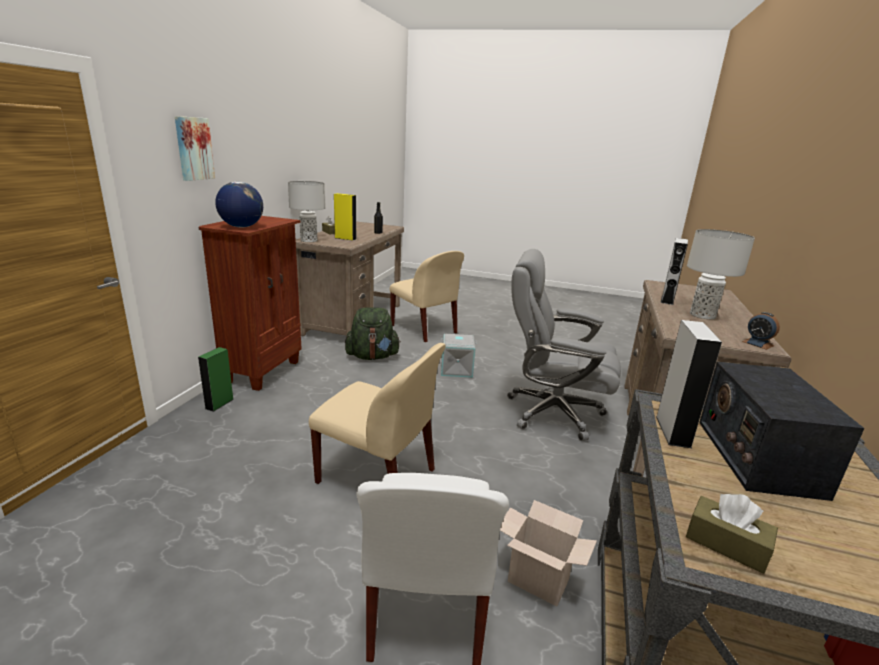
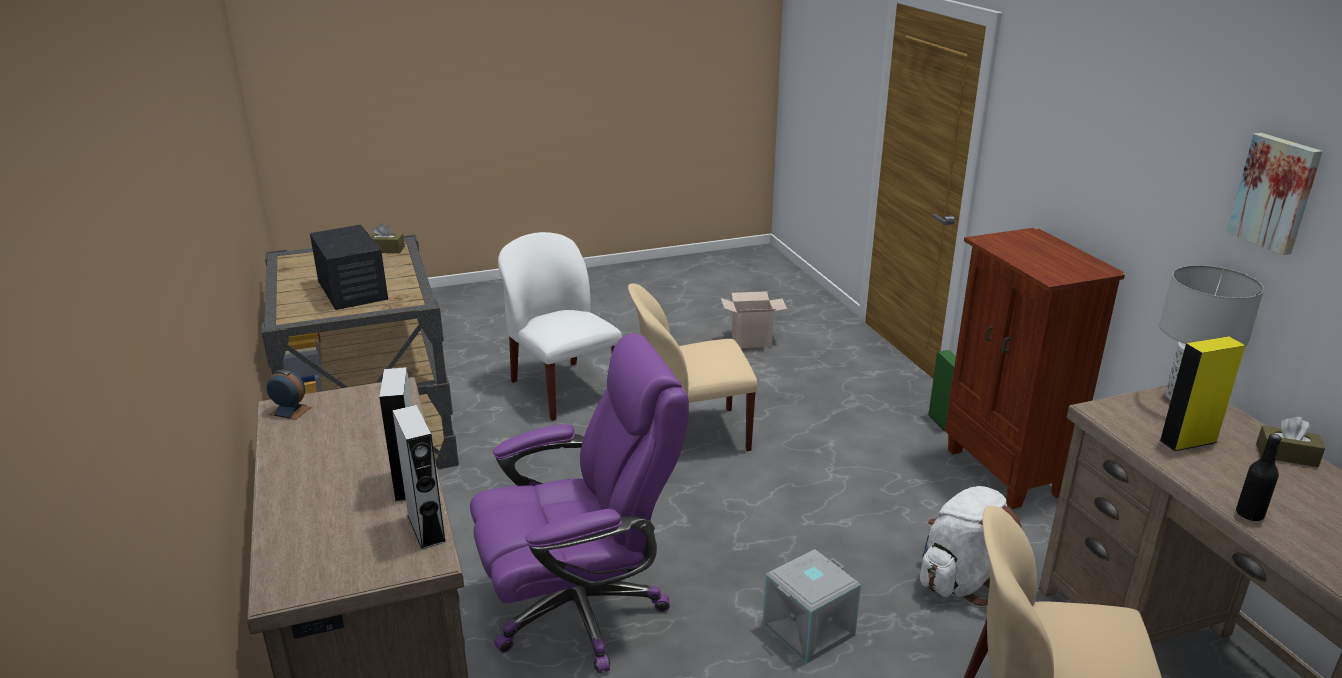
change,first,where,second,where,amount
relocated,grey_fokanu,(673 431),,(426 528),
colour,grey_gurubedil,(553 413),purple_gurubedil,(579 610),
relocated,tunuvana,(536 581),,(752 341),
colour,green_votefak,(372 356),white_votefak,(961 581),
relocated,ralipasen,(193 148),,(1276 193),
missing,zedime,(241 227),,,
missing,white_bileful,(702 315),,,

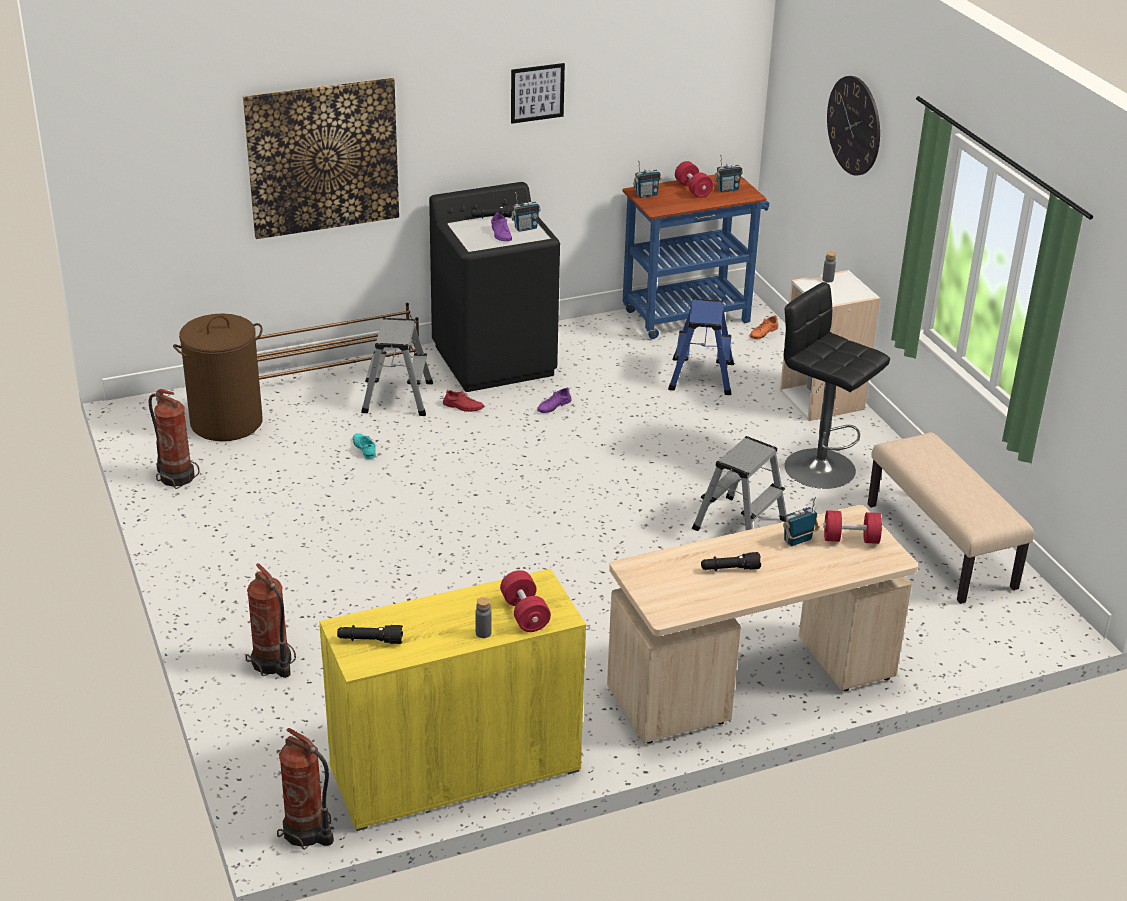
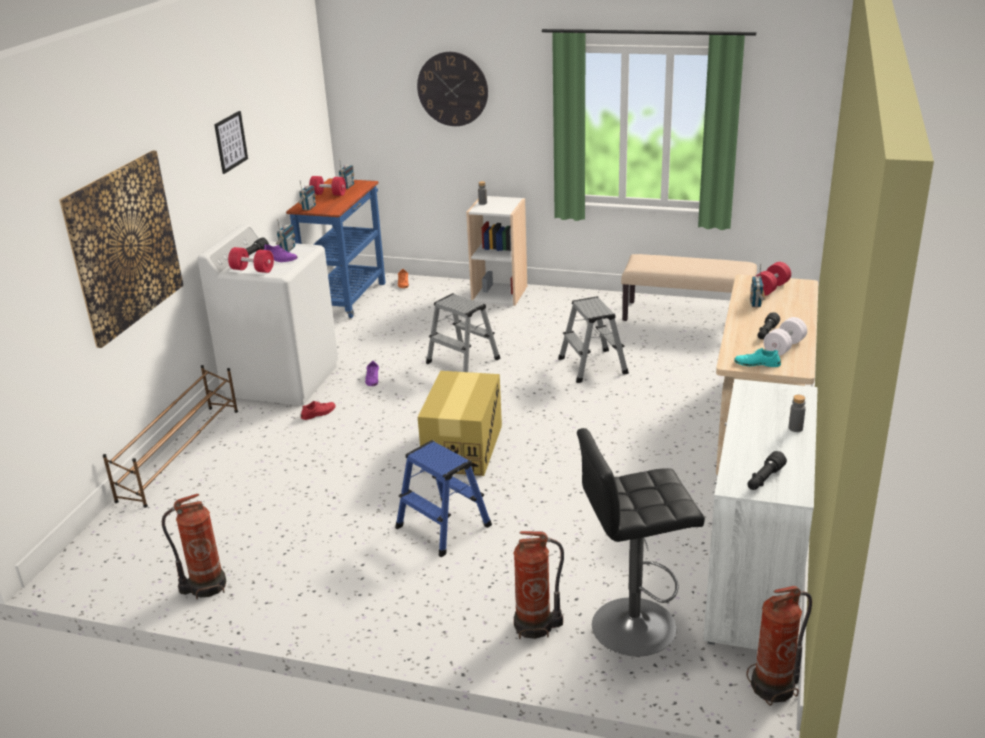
change,first,where,second,where,amount
colour,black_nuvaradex,(495 360),white_nuvaradex,(282 380),
relocated,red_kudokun,(525 614),,(252 270),
relocated,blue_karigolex,(701 376),,(443 526),
appeared,,,tunuvana,(463 448),
relocated,grey_karigolex,(397 397),,(463 361),
relocated,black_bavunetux,(819 468),,(632 626),
colour,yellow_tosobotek,(455 770),white_tosobotek,(754 579),
relocated,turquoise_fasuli,(364 448),,(757 363),
appeared,,,white_kudokun,(784 347),
missing,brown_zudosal,(226 422),,,

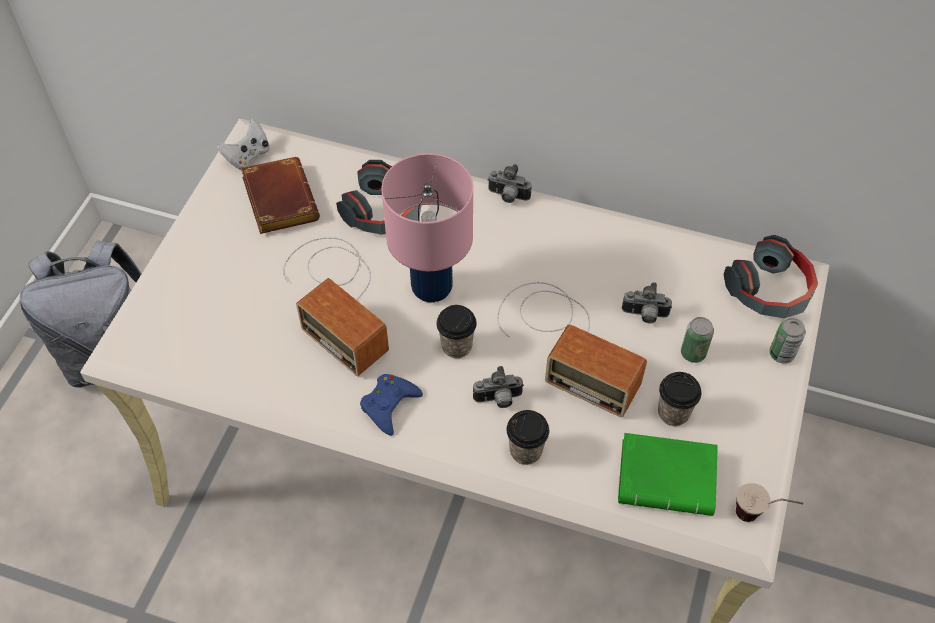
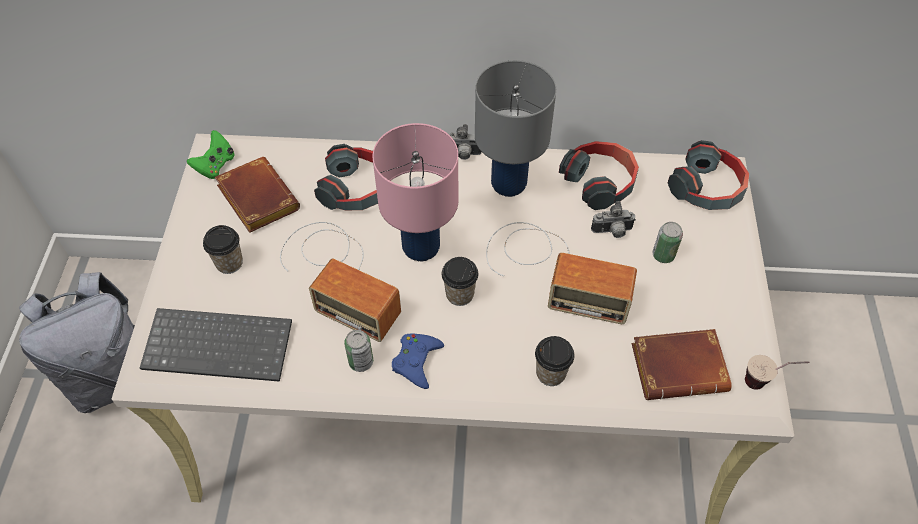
change,first,where,second,where,amount
appeared,,,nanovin,(221 344),
colour,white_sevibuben,(248 156),green_sevibuben,(215 165),
relocated,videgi,(673 413),,(229 263),
relocated,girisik,(781 354),,(361 362),
appeared,,,grey_bileful,(506 184),
appeared,,,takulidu,(600 182),
colour,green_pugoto,(669 476),brown_pugoto,(680 366),
missing,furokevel,(498 400),,,

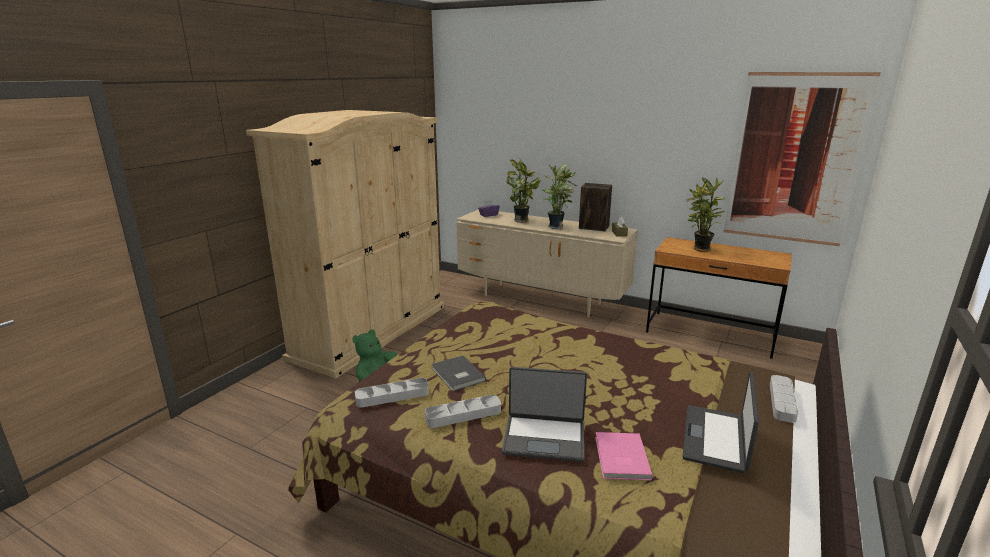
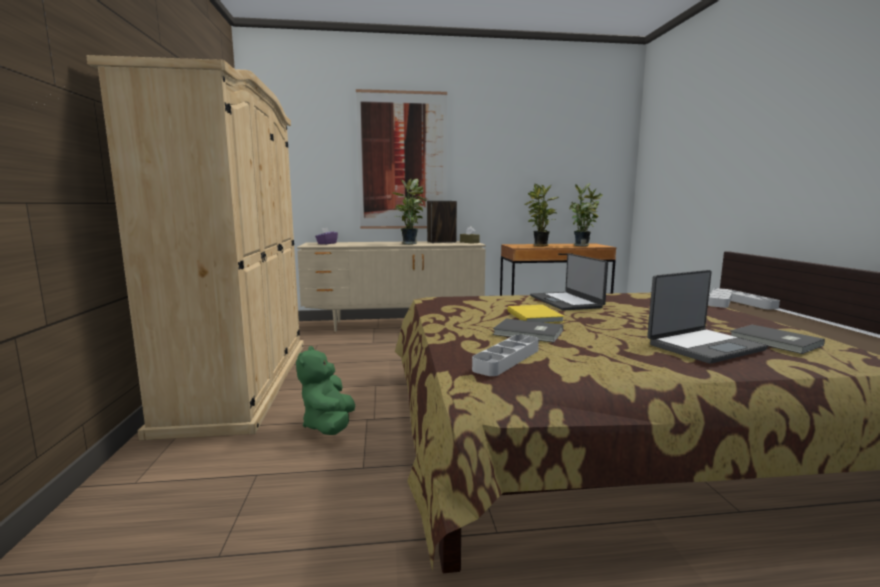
change,first,where,second,where,amount
relocated,ralipasen,(794 159),,(403 161),
appeared,,,yellow_pugoto,(535 316),
relocated,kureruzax,(716 438),,(566 301),
relocated,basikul,(522 221),,(583 245),
relocated,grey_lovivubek,(463 415),,(720 301),
colour,pink_pugoto,(620 458),grey_pugoto,(775 342),

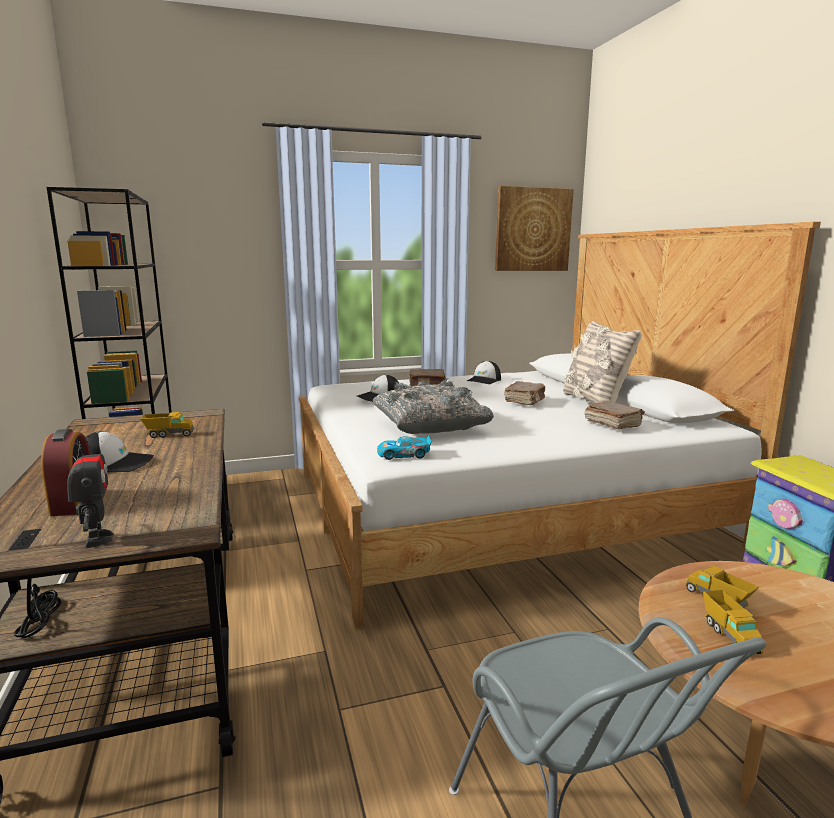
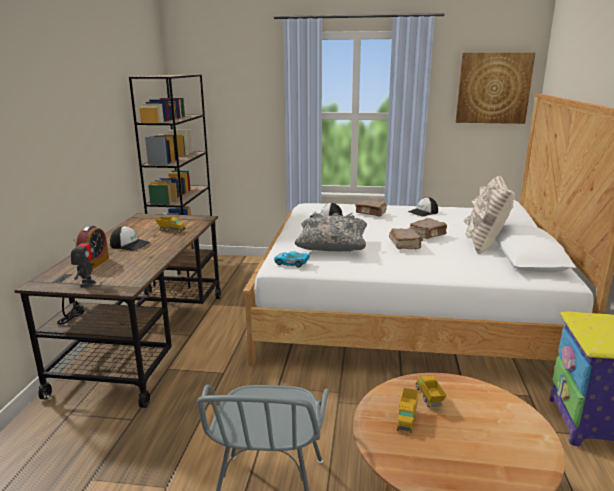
change,first,where,second,where,amount
relocated,brown_pugoto,(612 424),,(405 245),

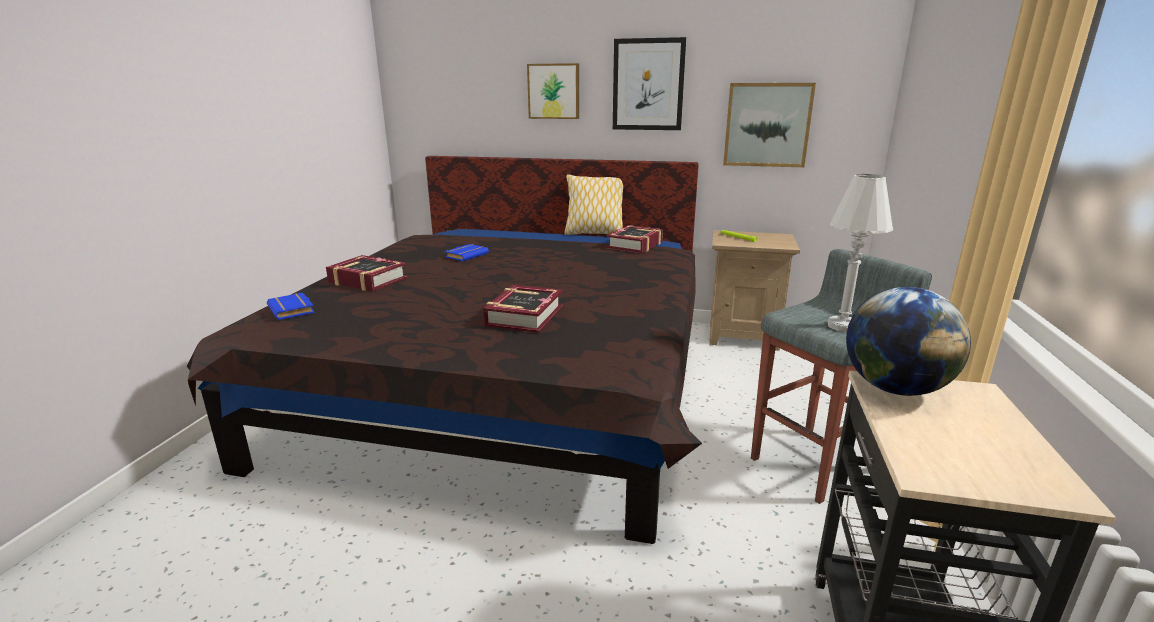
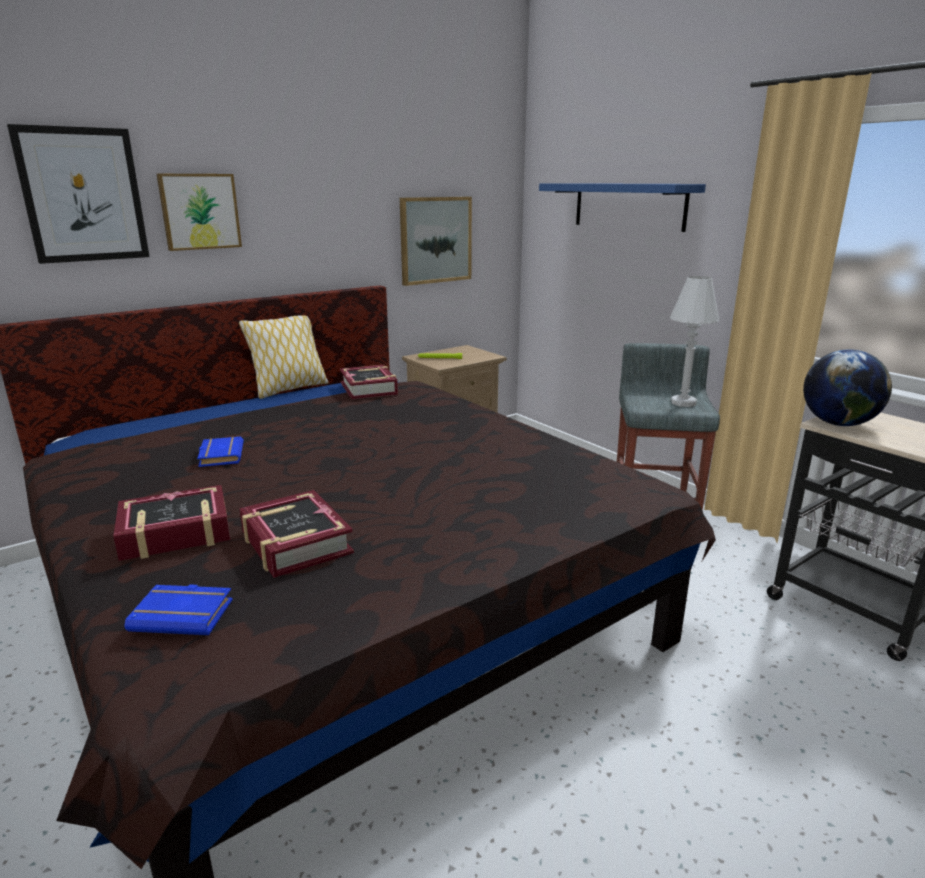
change,first,where,second,where,amount
relocated,ralipasen,(648 85),,(83 195),
relocated,pugoto,(524 316),,(295 542),
appeared,,,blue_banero,(628 206),

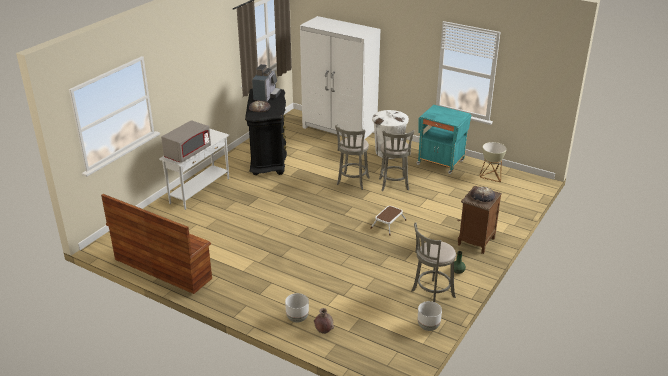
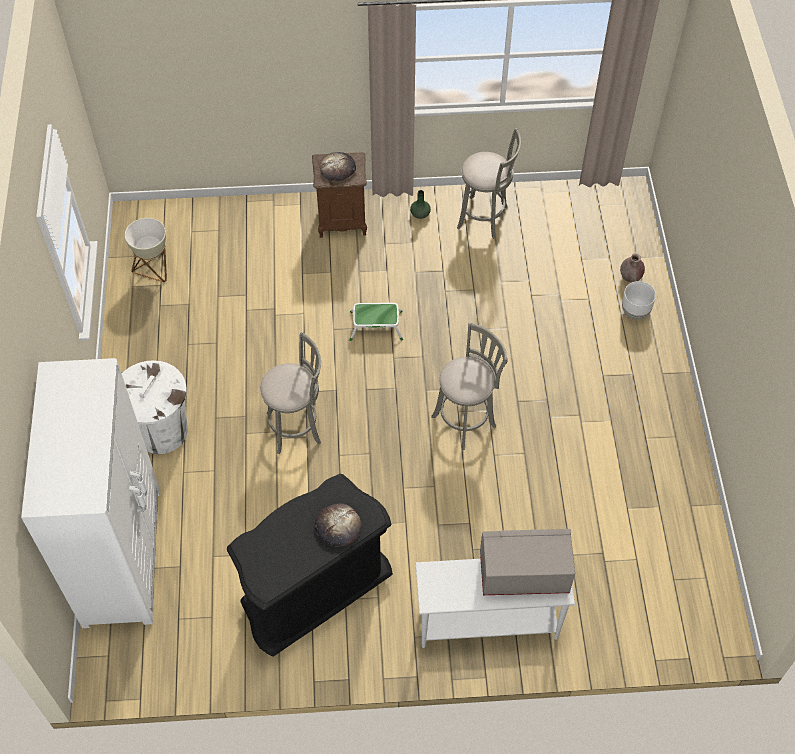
change,first,where,second,where,amount
colour,brown_karigolex,(388 224),green_karigolex,(376 326),
relocated,grey_bavunetux,(394 185),,(466 419),
missing,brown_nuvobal,(163 270),,,
missing,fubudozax,(266 96),,,
missing,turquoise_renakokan,(441 163),,,
missing,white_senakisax,(428 327),,,

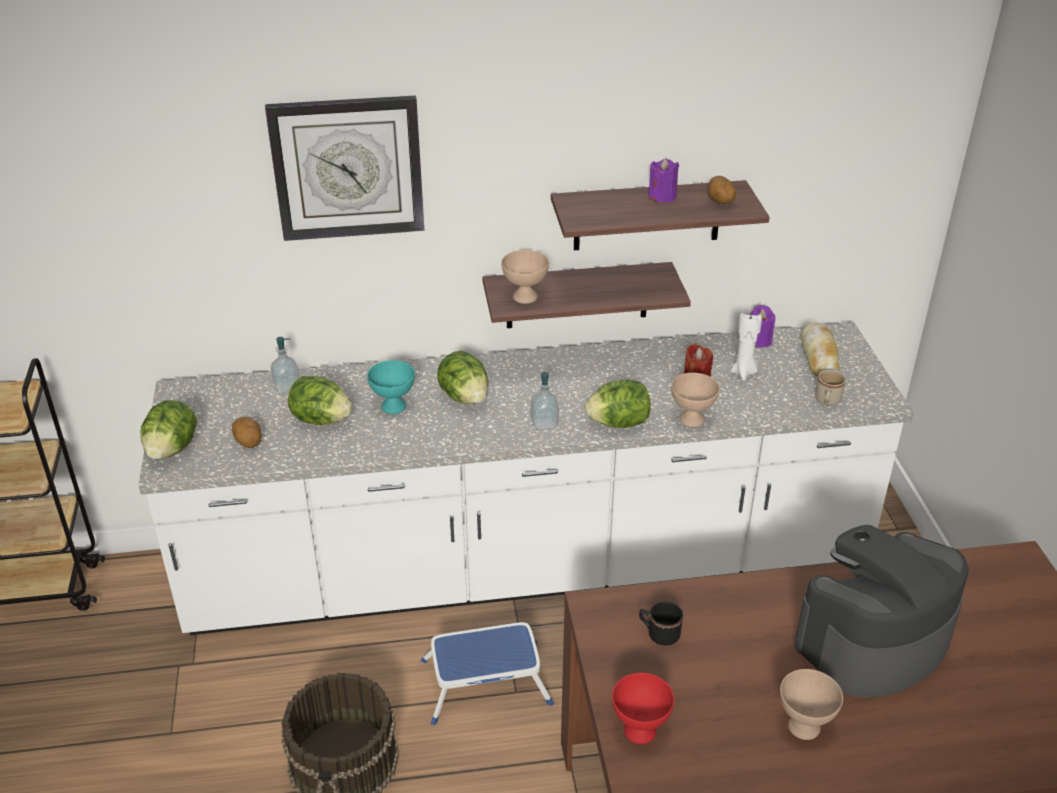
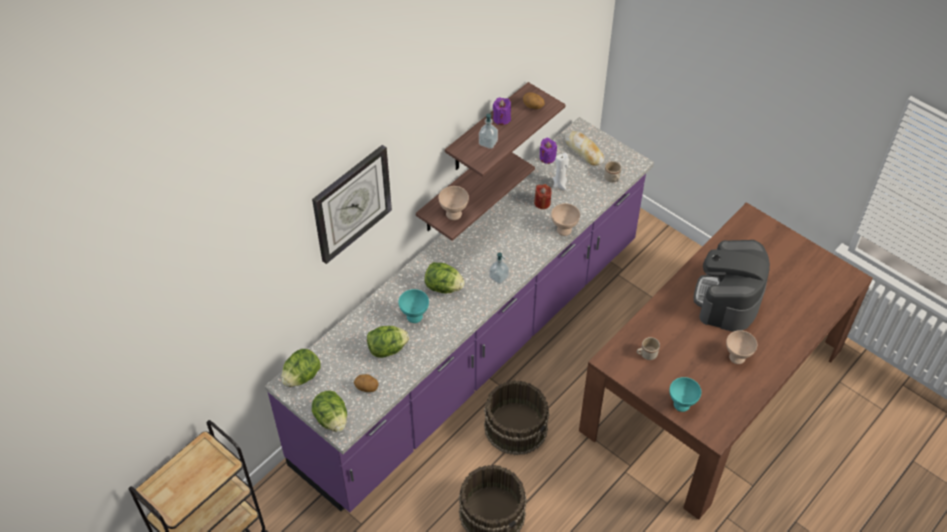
change,first,where,second,where,amount
colour,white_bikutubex,(528 567),purple_bikutubex,(473 350),
relocated,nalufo,(618 423),,(302 376),
relocated,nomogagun,(287 386),,(488 143),
exchanged,blue_karigolex,(486 682),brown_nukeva,(516 426),
colour,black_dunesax,(659 634),beige_dunesax,(646 354),
colour,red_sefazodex,(639 731),turquoise_sefazodex,(681 405),

